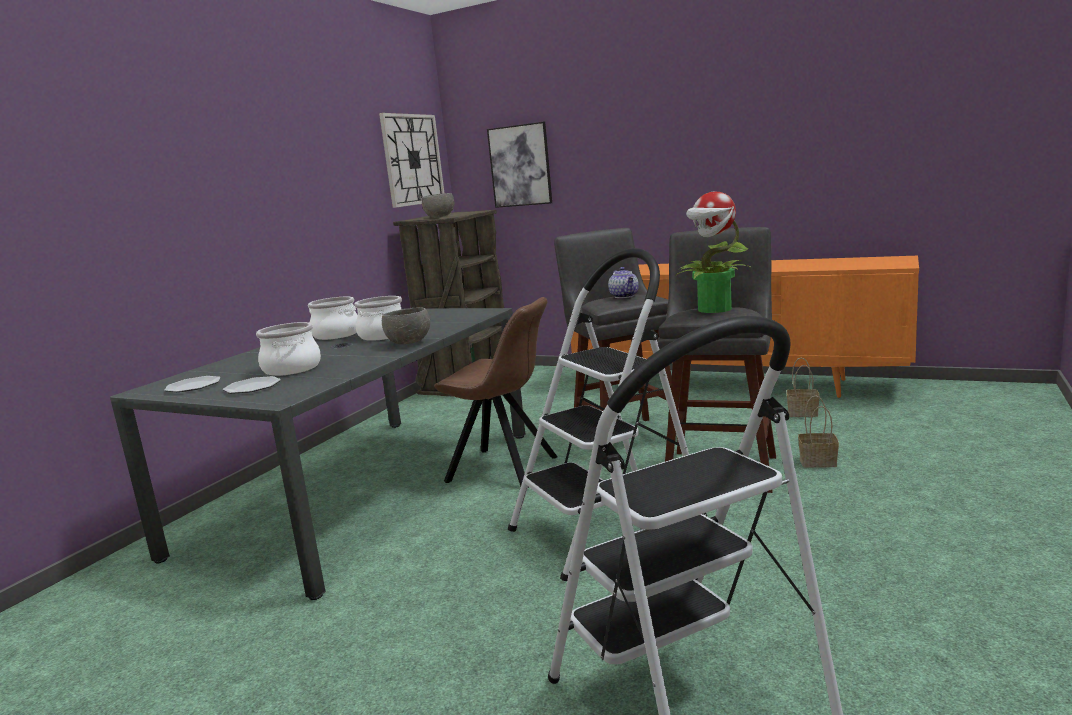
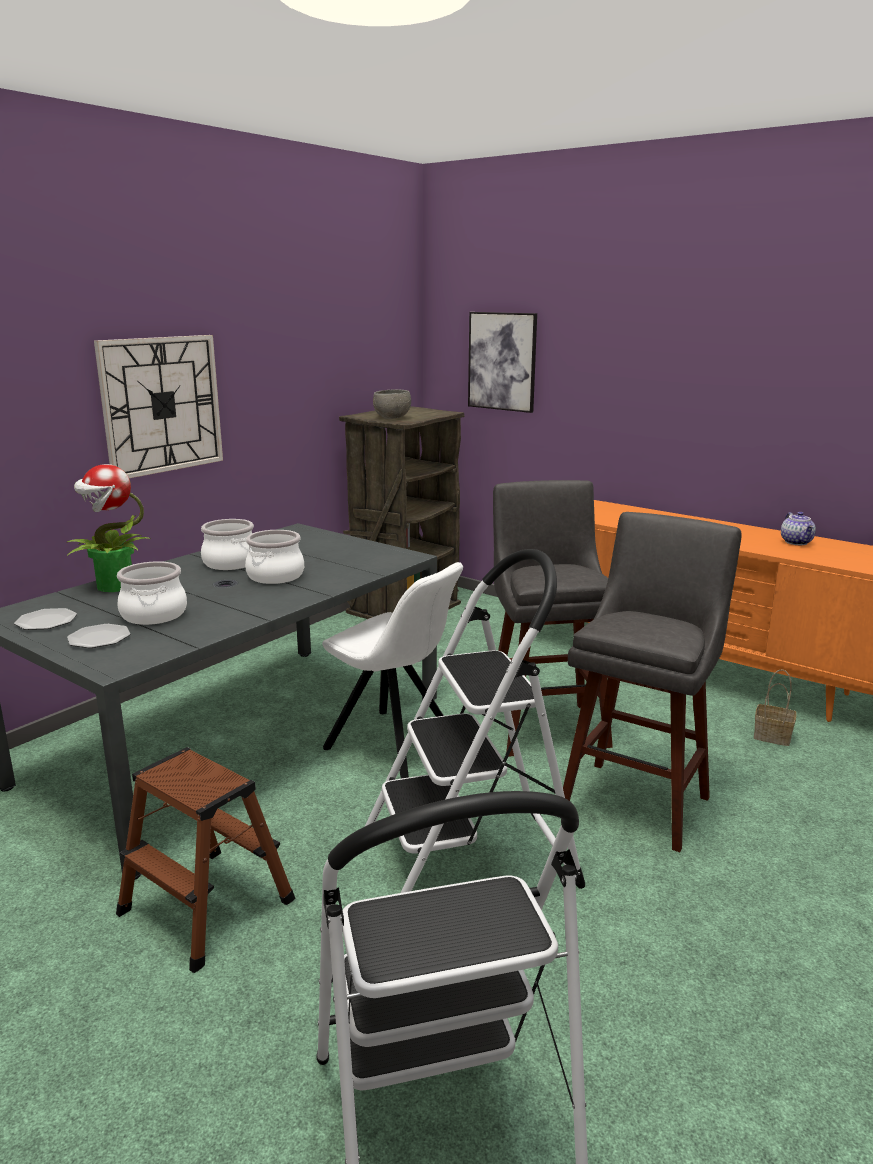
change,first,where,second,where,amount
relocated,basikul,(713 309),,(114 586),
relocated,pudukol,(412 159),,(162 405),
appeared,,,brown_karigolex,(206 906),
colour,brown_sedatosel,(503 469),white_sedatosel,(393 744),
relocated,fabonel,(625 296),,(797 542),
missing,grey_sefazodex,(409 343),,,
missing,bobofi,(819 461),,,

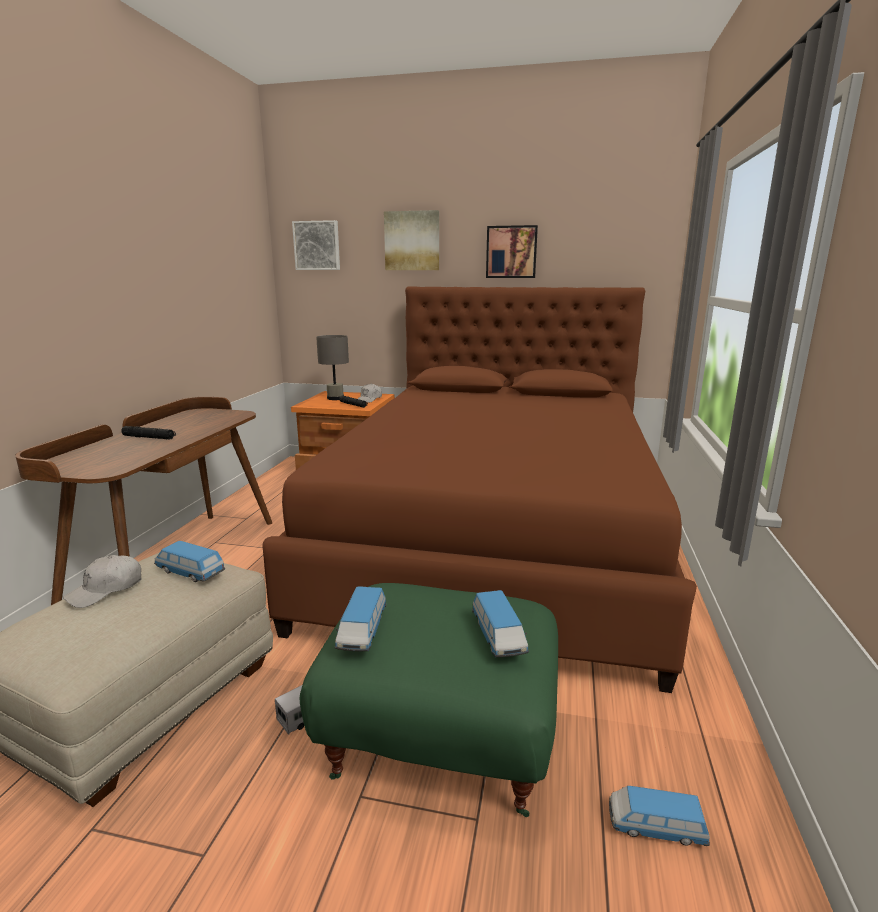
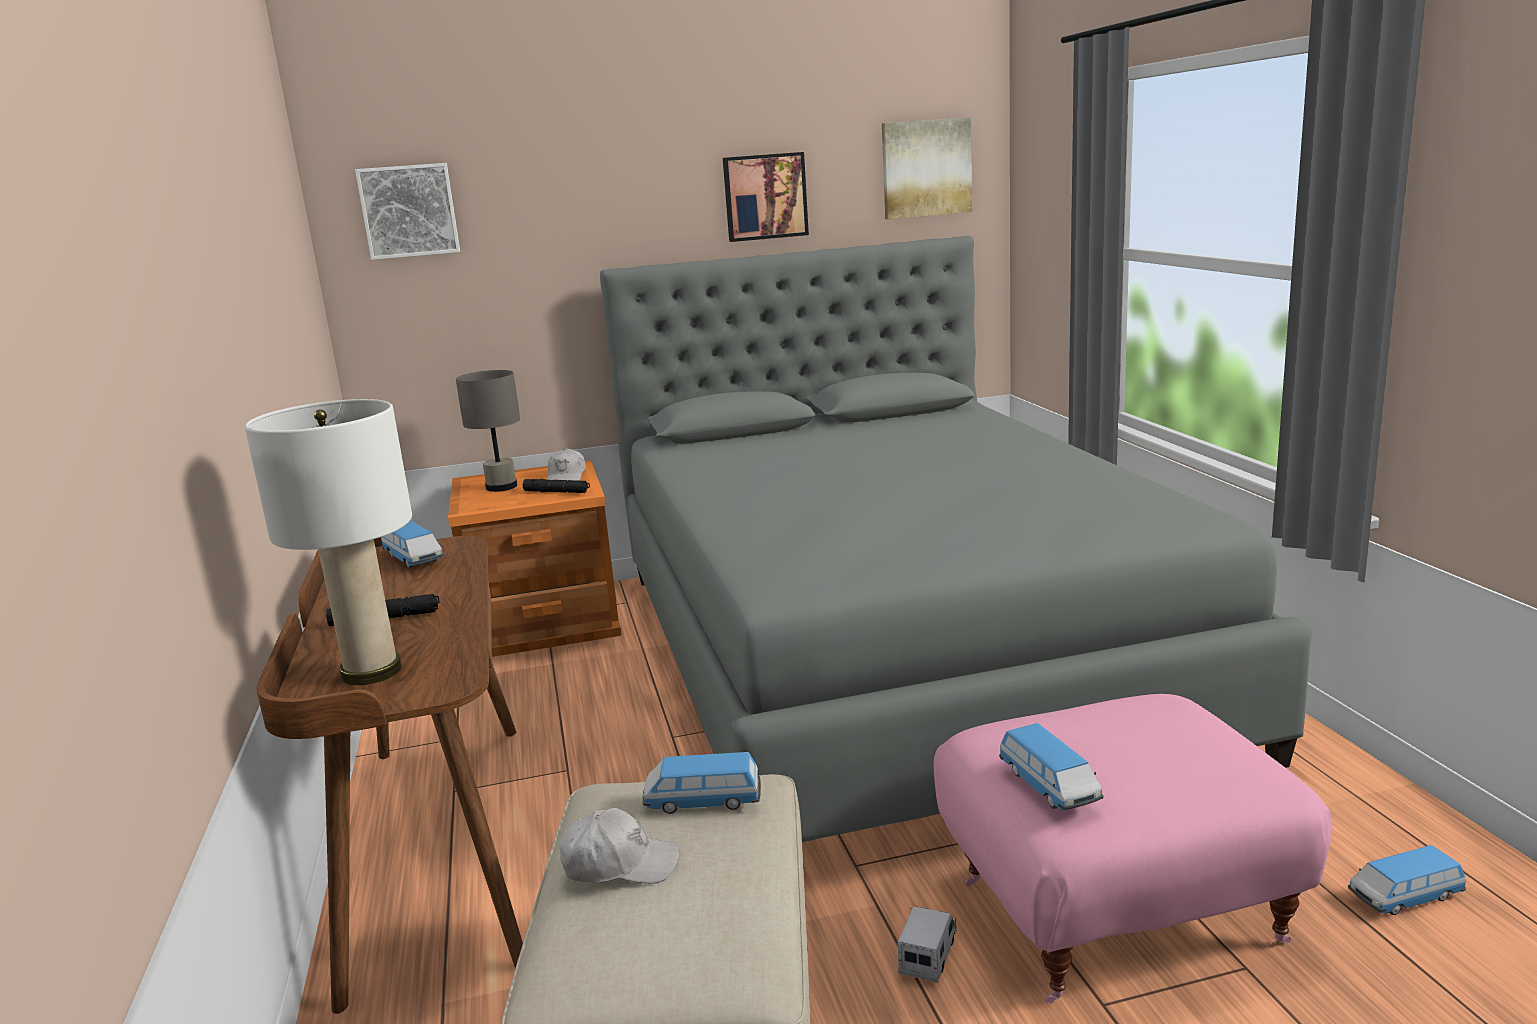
change,first,where,second,where,amount
appeared,,,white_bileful,(371 672),
relocated,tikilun,(498 637),,(414 559),
spun,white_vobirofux,(106 590),,(619 864),105 degrees counterclockwise
colour,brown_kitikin,(495 538),grey_kitikin,(894 653),
relocated,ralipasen,(412 241),,(926 168),
colour,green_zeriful,(441 738),pink_zeriful,(1116 908),

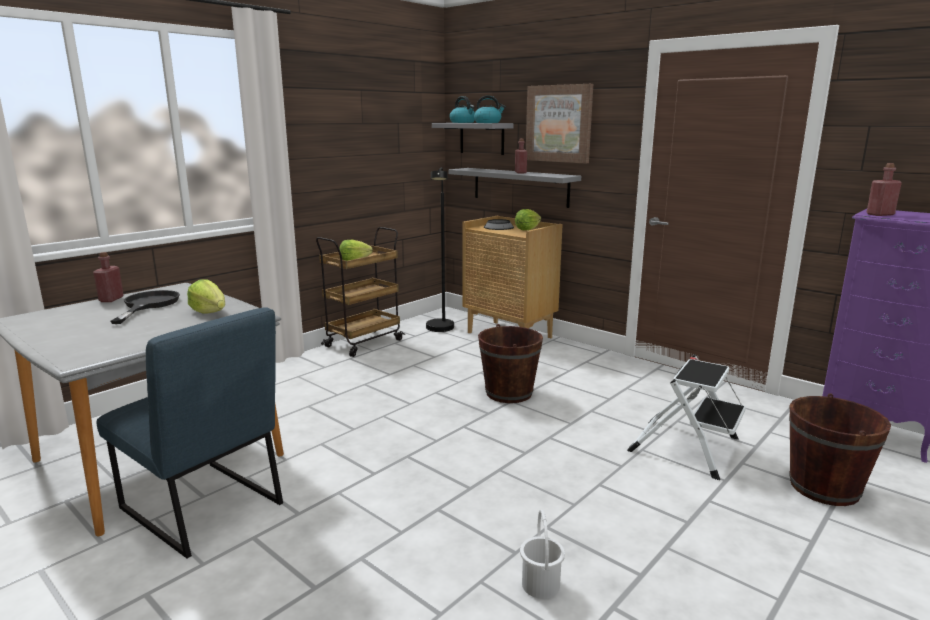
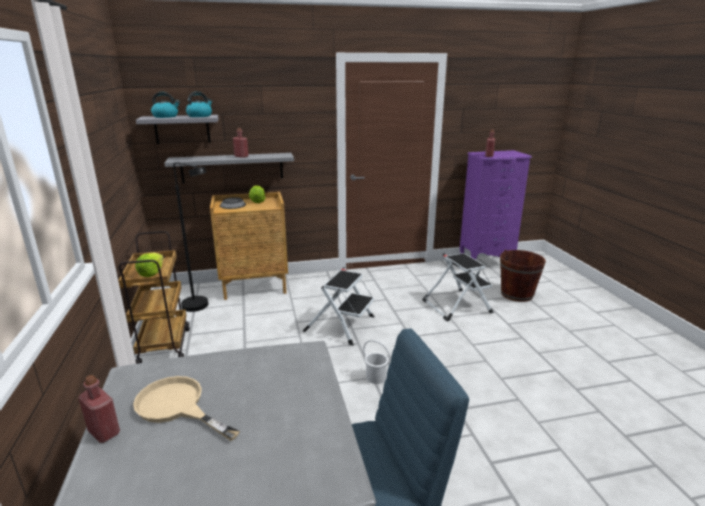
change,first,where,second,where,amount
colour,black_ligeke,(148 305),beige_ligeke,(177 407),
exchanged,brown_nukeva,(509 393),karigolex,(340 325),
relocated,white_nukeva,(541 584),,(376 377),
missing,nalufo,(209 312),,,
missing,ralipasen,(559 123),,,

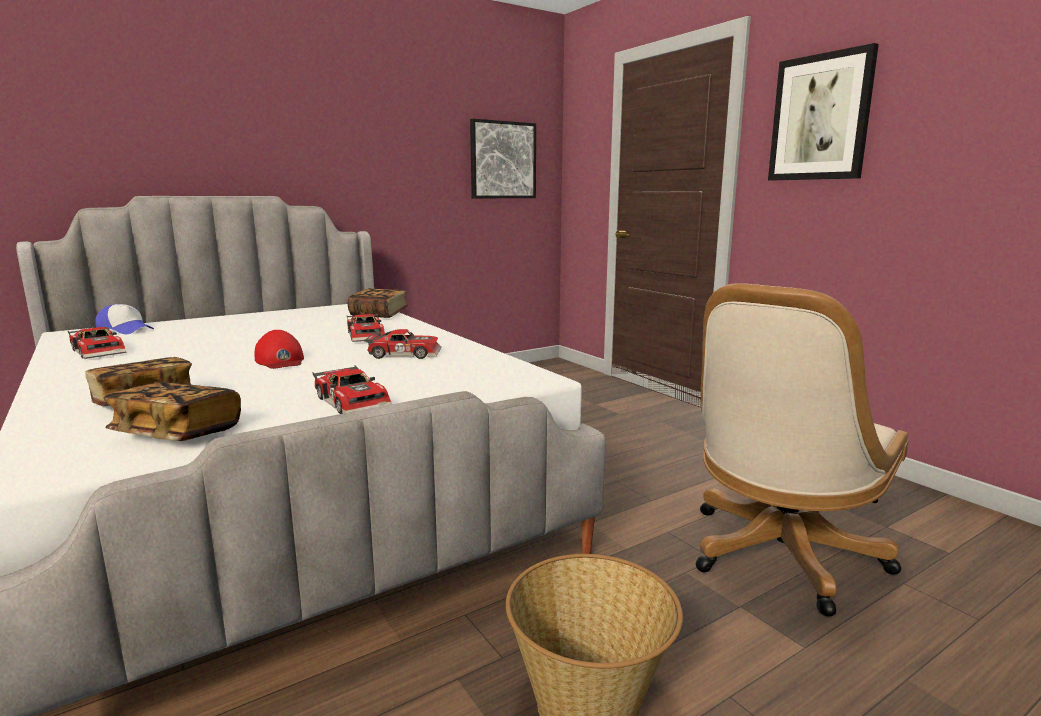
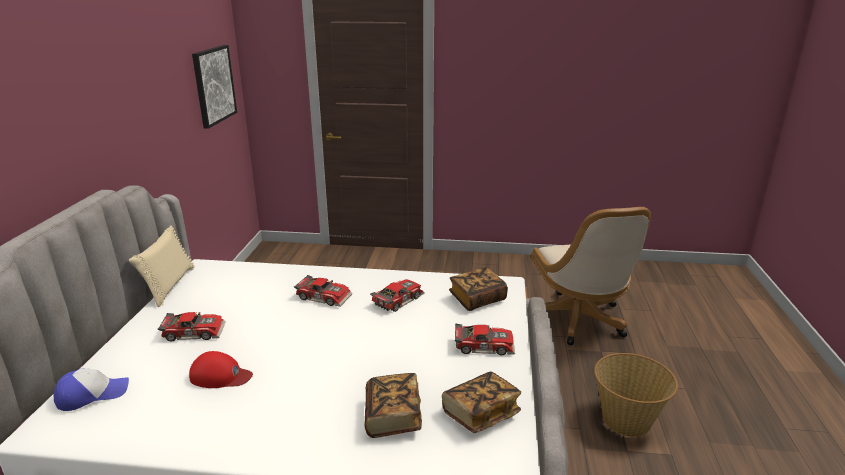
change,first,where,second,where,amount
appeared,,,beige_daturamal,(169 286),
relocated,tikilun,(100 351),,(194 331),
relocated,red_vobirofux,(280 360),,(220 376),
relocated,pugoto,(379 315),,(477 299),
missing,ralipasen,(820 118),,,

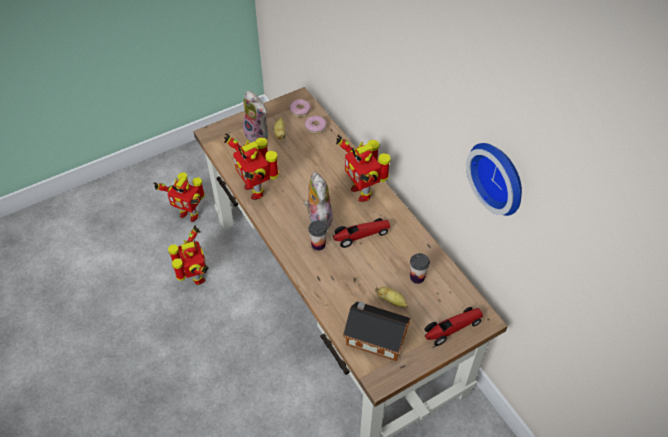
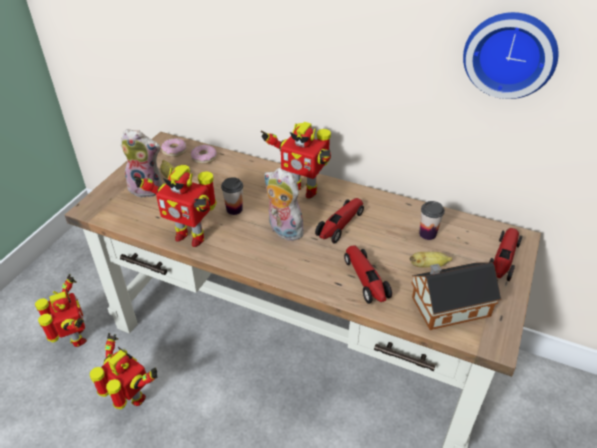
change,first,where,second,where,amount
spun,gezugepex,(189 214),,(75 338),105 degrees counterclockwise
relocated,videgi,(318 244),,(234 209),
appeared,,,tikilun,(366 280),

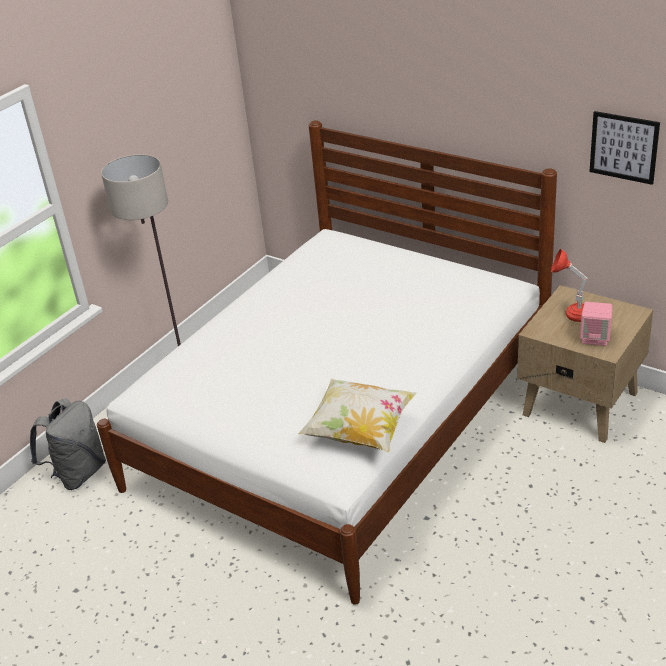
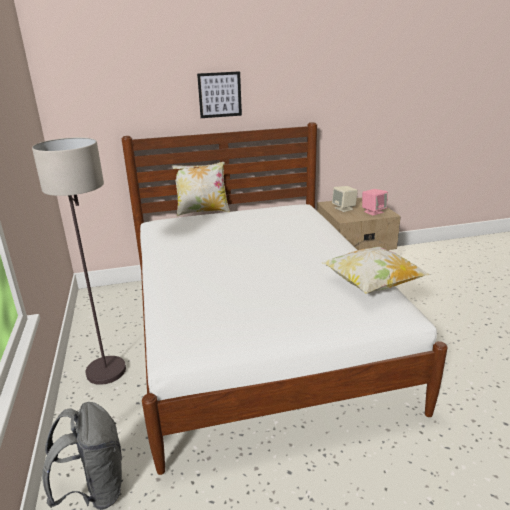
change,first,where,second,where,amount
appeared,,,daturamal,(203 211),
relocated,ralipasen,(624 147),,(219 95),
exchanged,red_bileful,(570 313),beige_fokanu,(344 208),

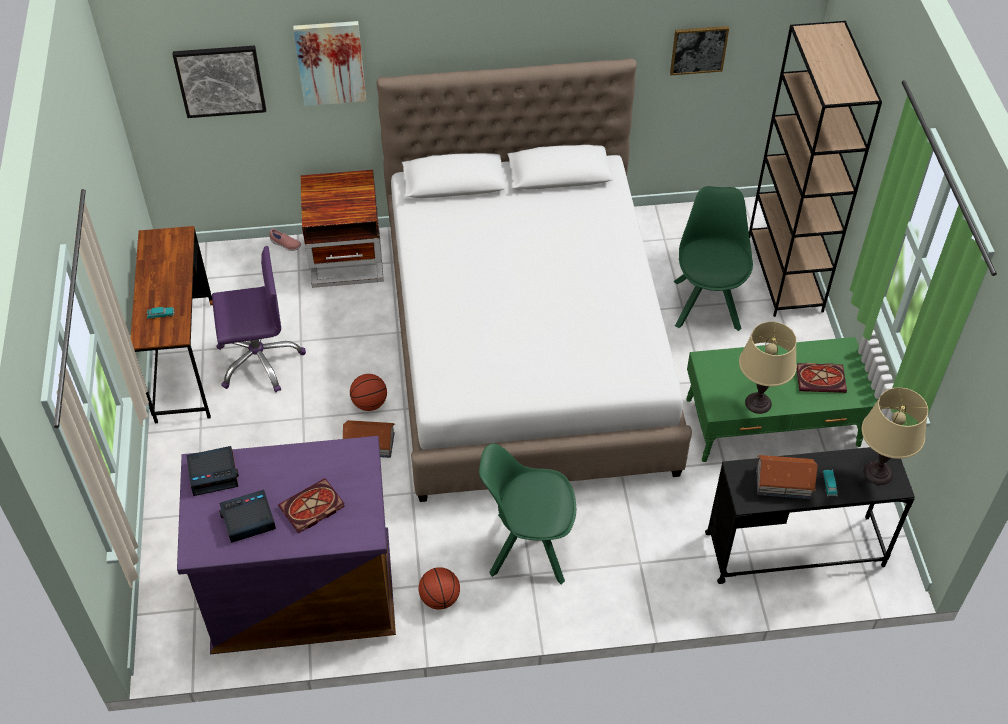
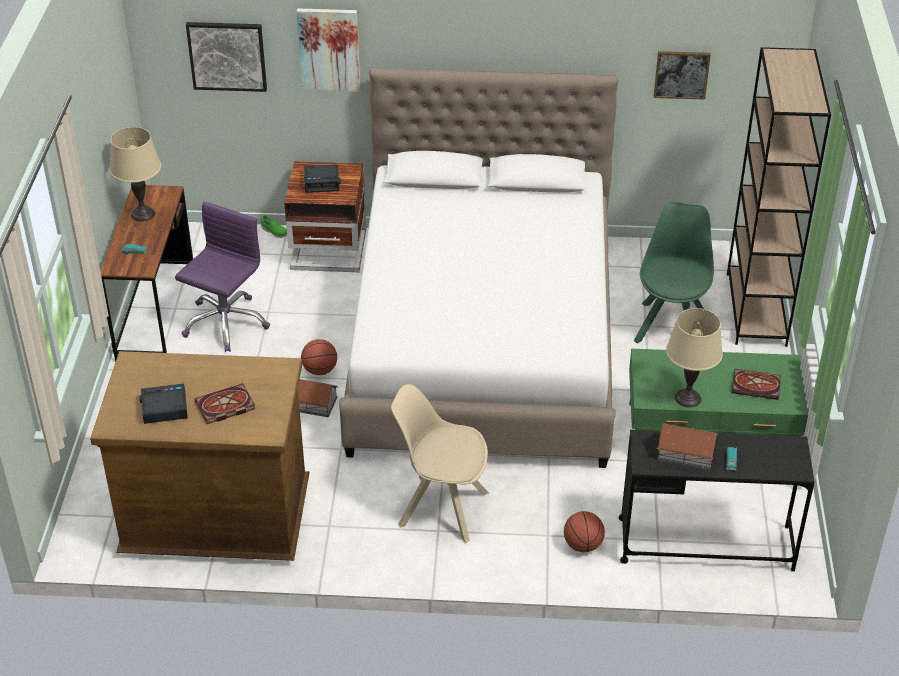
change,first,where,second,where,amount
colour,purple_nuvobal,(301 595),brown_nuvobal,(215 518),
relocated,beige_bileful,(878 473),,(143 214),
spun,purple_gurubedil,(259 360),,(225 323),60 degrees counterclockwise
colour,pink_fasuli,(285 245),green_fasuli,(274 232),
relocated,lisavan,(214 474),,(322 182),
colour,green_sedatosel,(528 547),beige_sedatosel,(441 508),
relocated,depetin,(440 598),,(583 545),

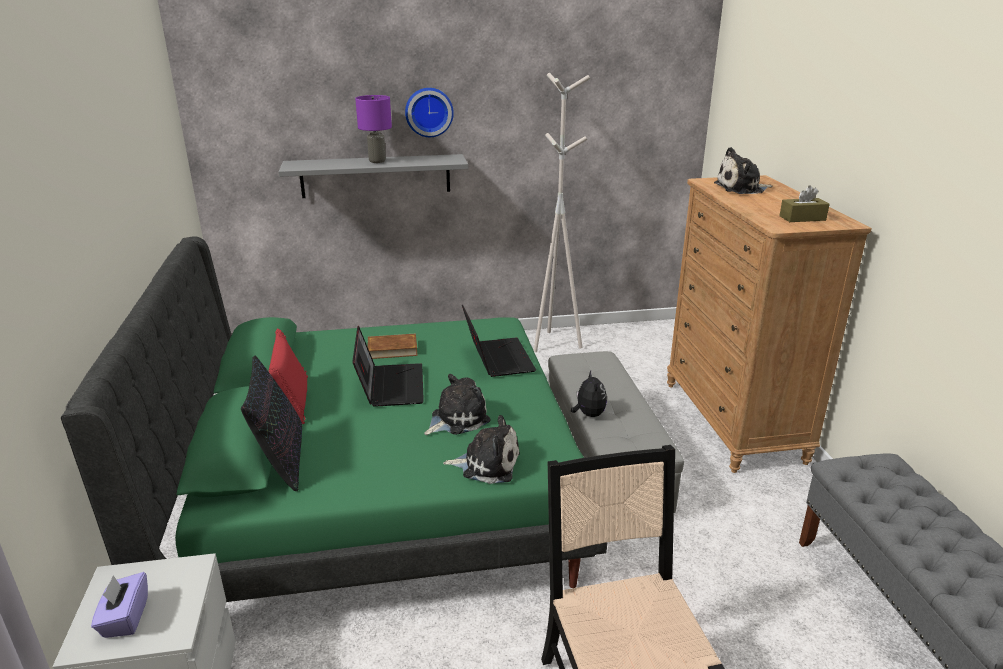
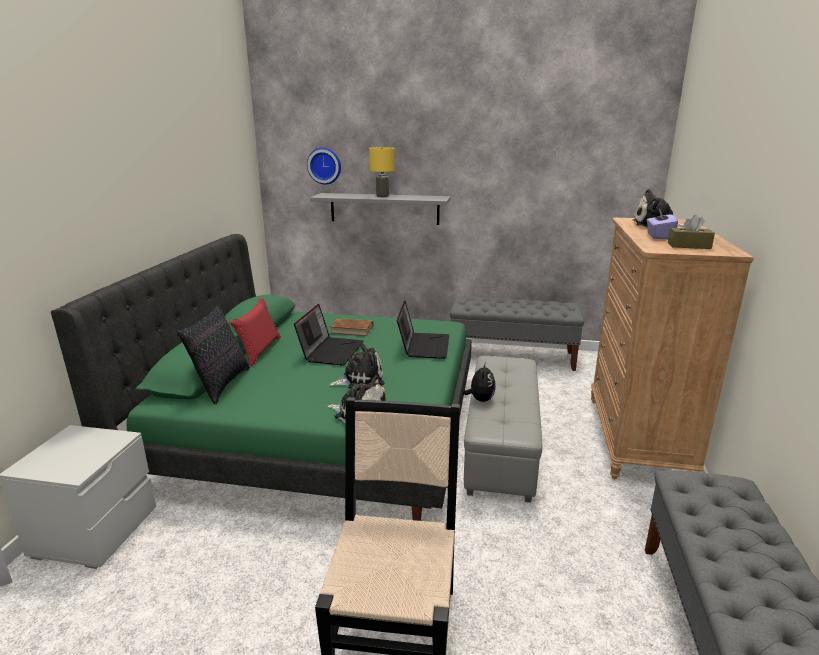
change,first,where,second,where,amount
relocated,pudukol,(429 112),,(325 165),
colour,purple_bileful,(378 161),yellow_bileful,(383 196),
exchanged,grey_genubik,(555 343),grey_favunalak,(512 356),
relocated,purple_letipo,(125 618),,(659 236),

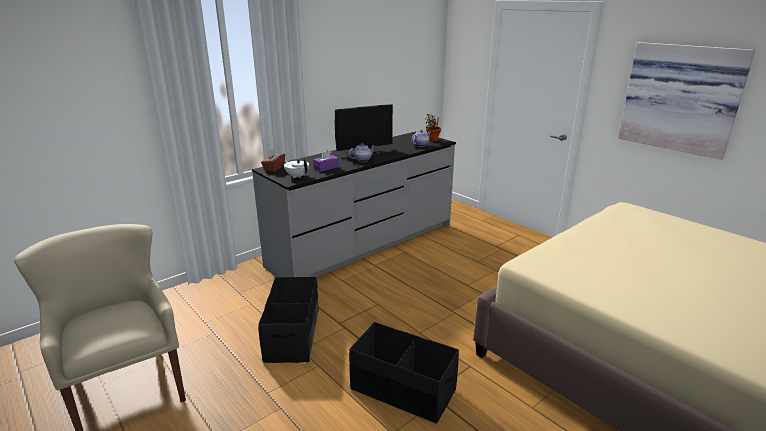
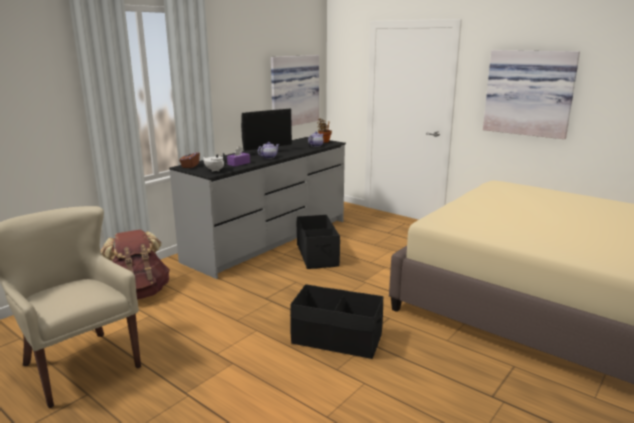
change,first,where,second,where,amount
appeared,,,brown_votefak,(138 293),
appeared,,,ralipasen,(293 90),
relocated,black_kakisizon,(293 335),,(317 255),

